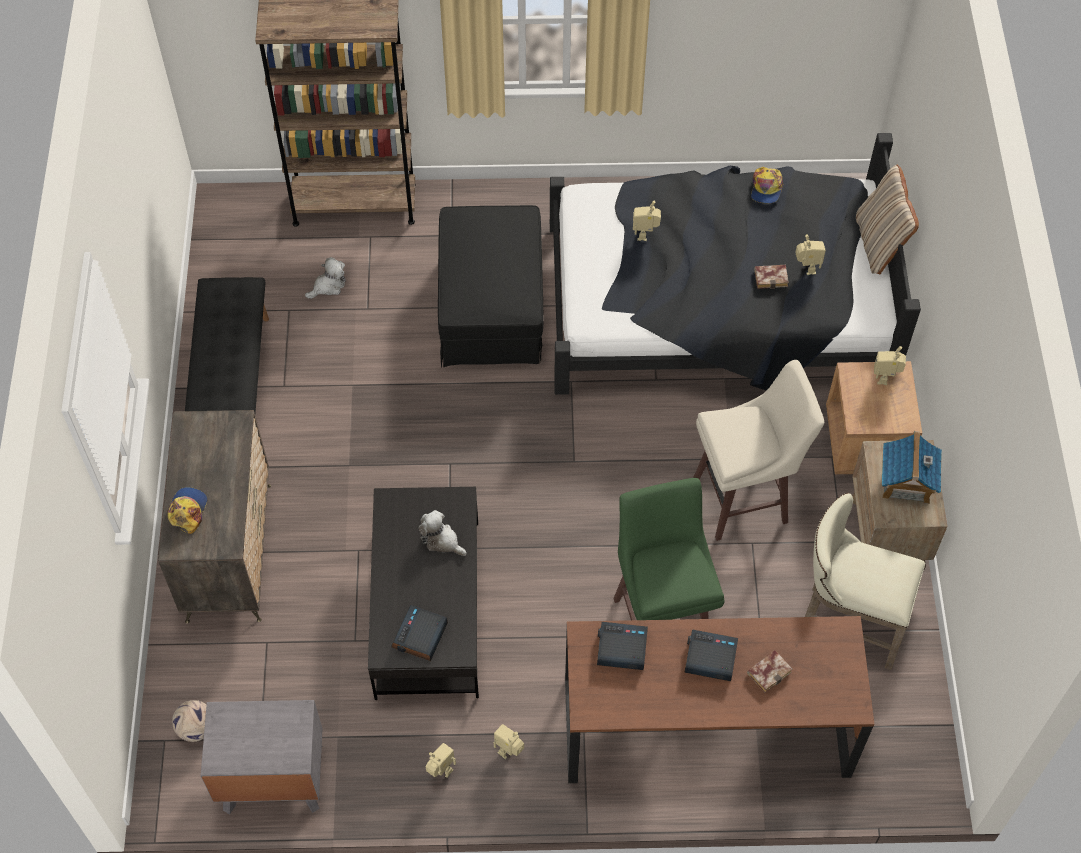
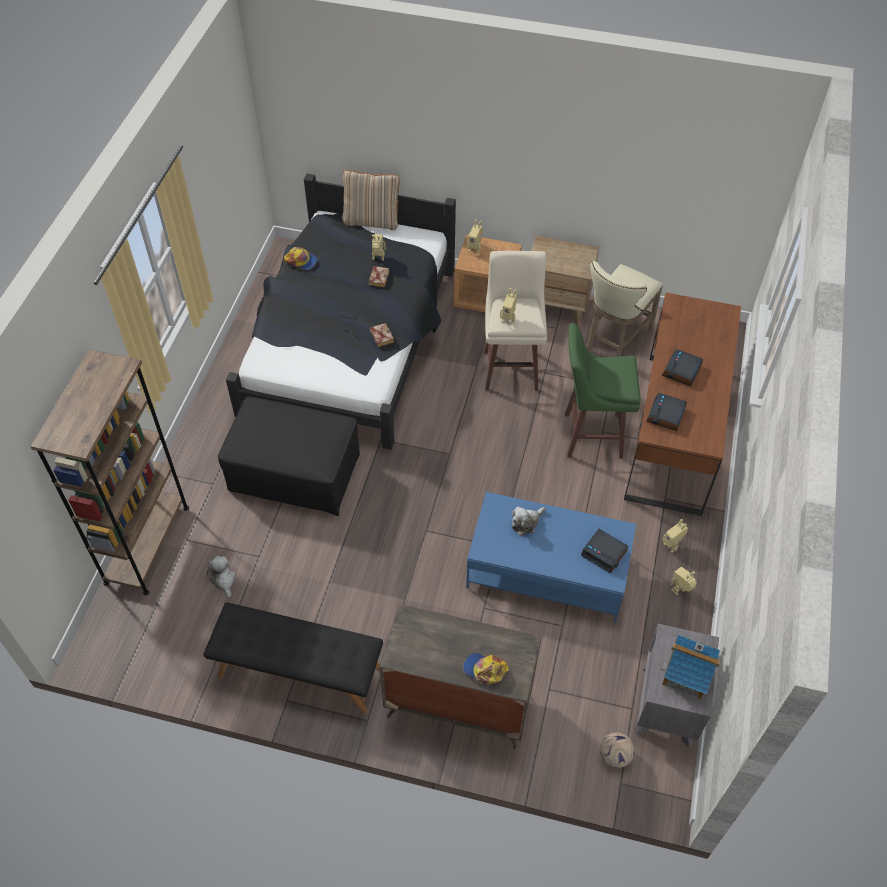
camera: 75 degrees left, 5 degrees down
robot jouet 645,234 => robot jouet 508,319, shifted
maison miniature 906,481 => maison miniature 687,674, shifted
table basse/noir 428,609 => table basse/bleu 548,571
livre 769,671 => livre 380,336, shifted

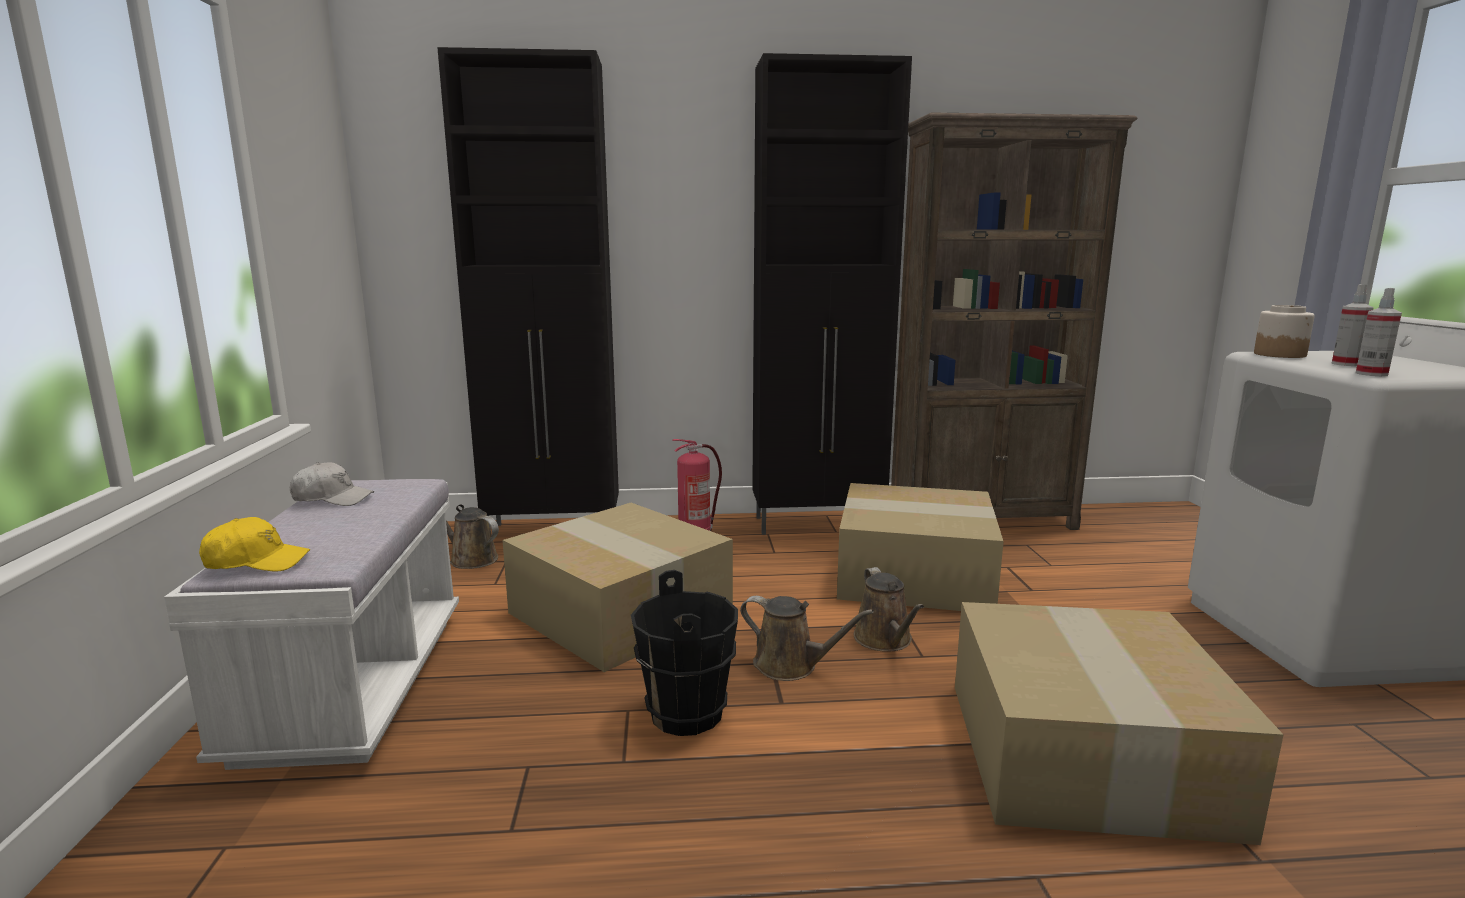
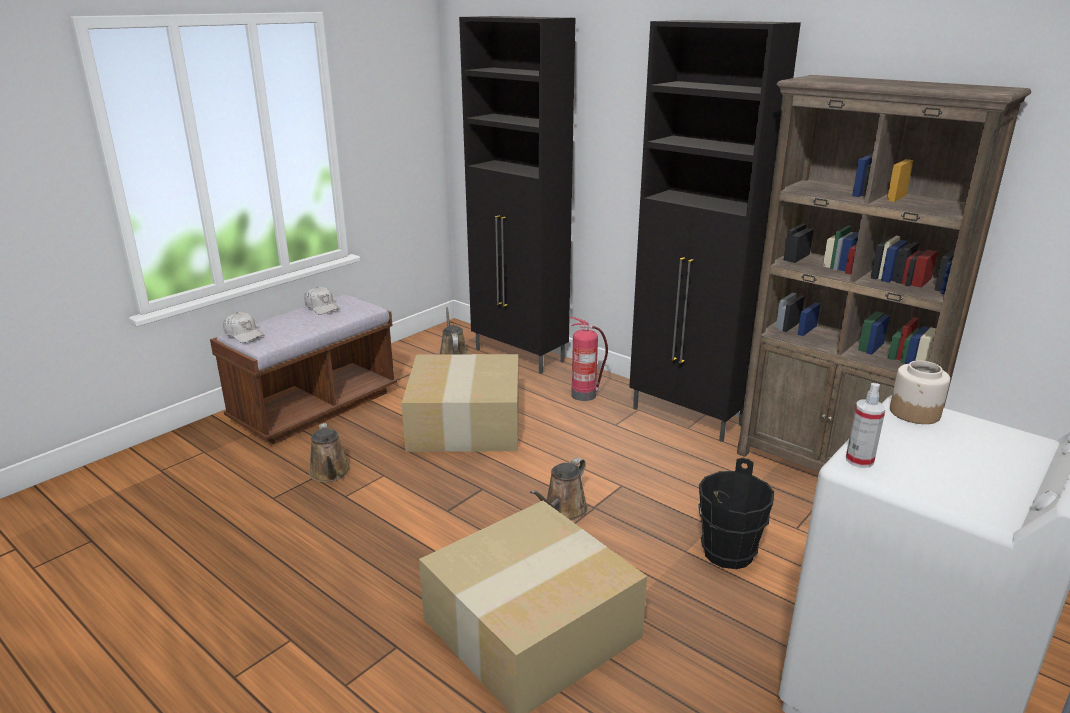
camera: 45 degrees right, 10 degrees up
vaporisateur 1346,364 => nothing
banc/blanc 354,685 => banc/marron 315,407
carton 916,574 => nothing
casquette/jaune 256,562 => casquette/blanc 244,334
seau/noir 687,714 => seau/noir 729,553, shifted
arrosoir/marron 791,666 => arrosoir/marron 330,473, shifted

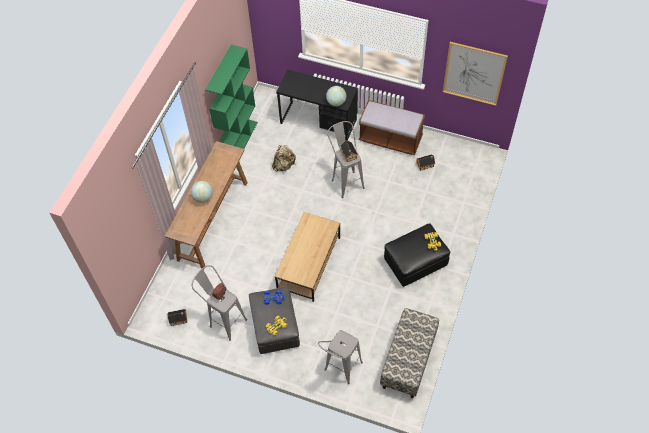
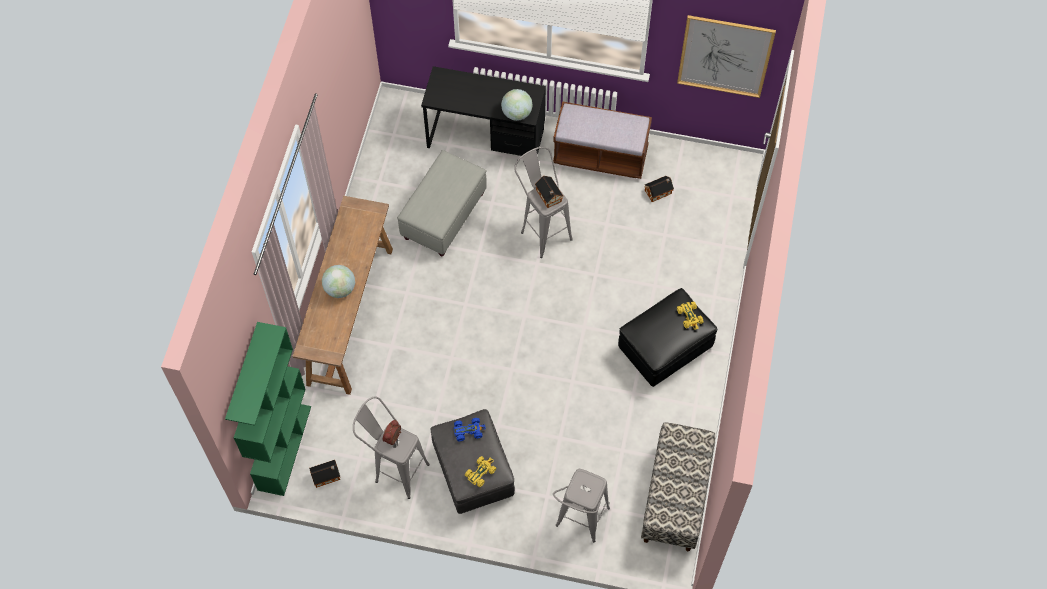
camera: 10 degrees left, 5 degrees up
bibliothèque/vert 239,141 => bibliothèque/vert 284,447, shifted
sac à dos/beige 284,165 => pouf/gris 444,215
table basse/marron 309,263 => nothing

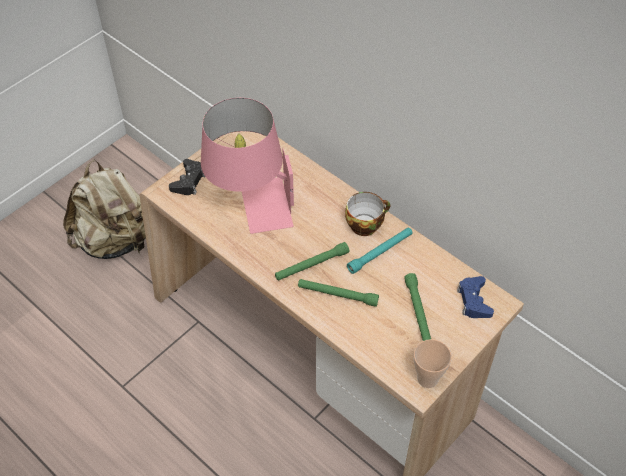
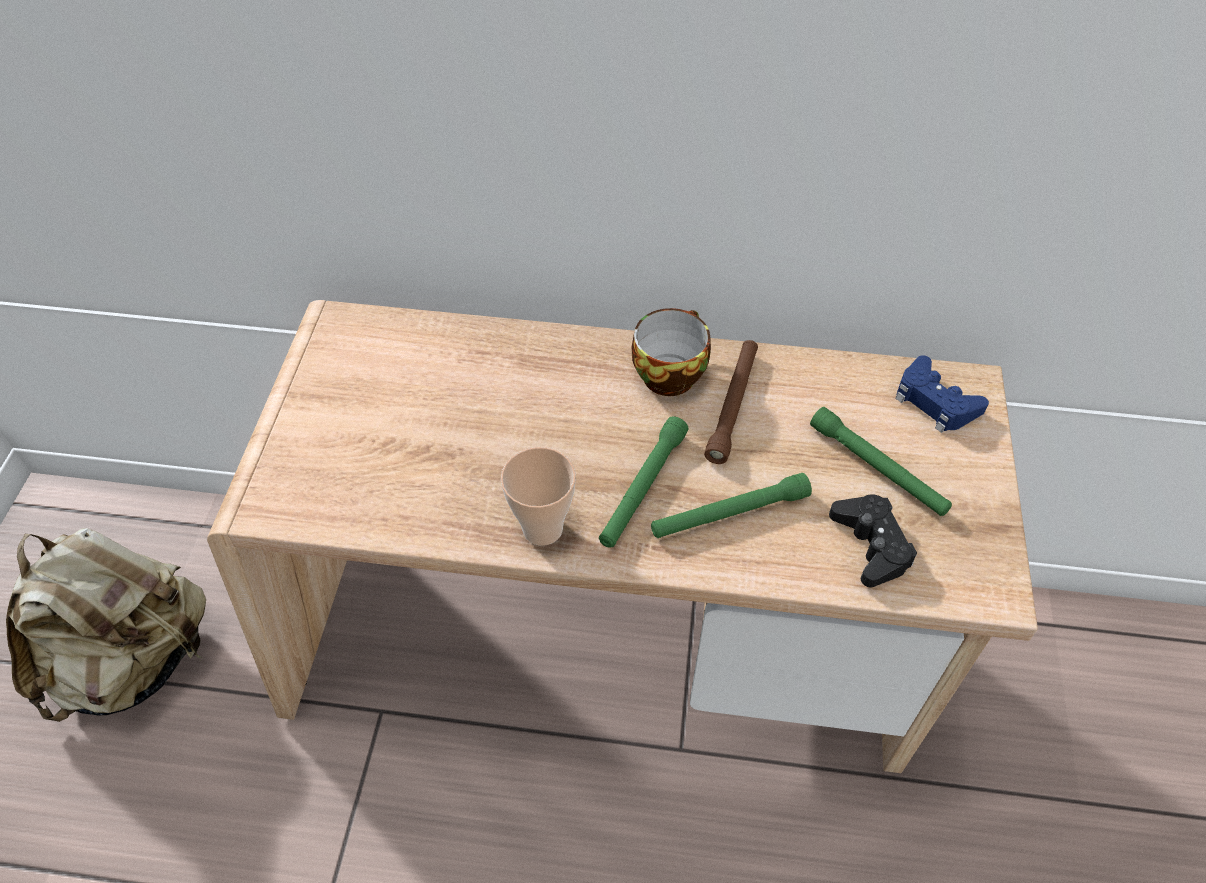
camera: 35 degrees left, 0 degrees up
lampe de table/rose 251,207 => nothing
manette/noir 189,181 => manette/noir 871,545, shifted
lampe de poche/turquoise 380,252 => lampe de poche/marron 732,405
tasse 427,379 => tasse 542,528, shifted

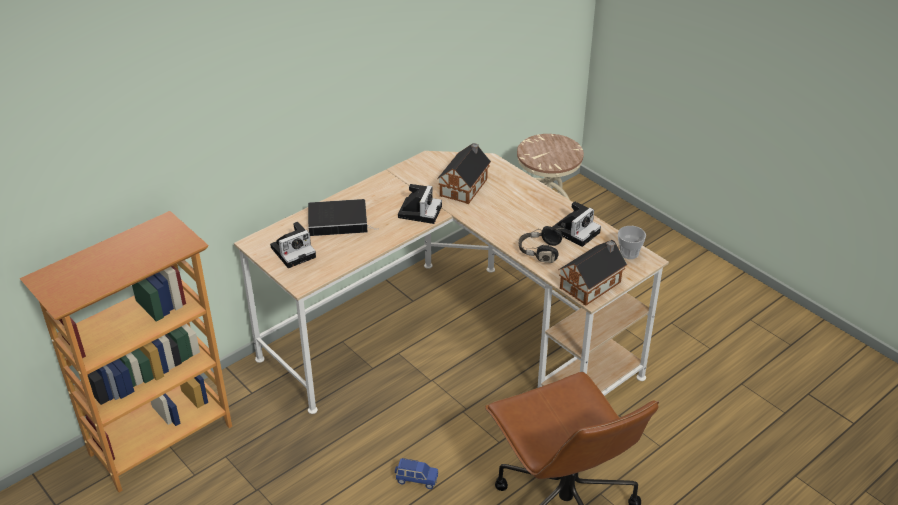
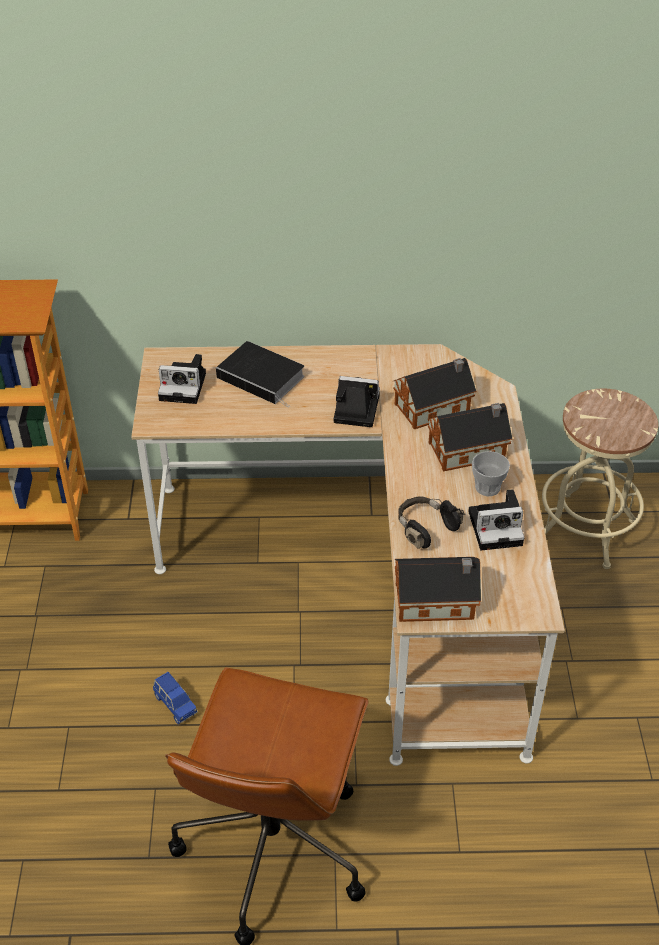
camera: 40 degrees right, 5 degrees up
appareil photo 419,211 => appareil photo 354,409, 135 degrees counterclockwise
tasse 629,253 => tasse 487,487, shifted
nothing => maison miniature 470,450

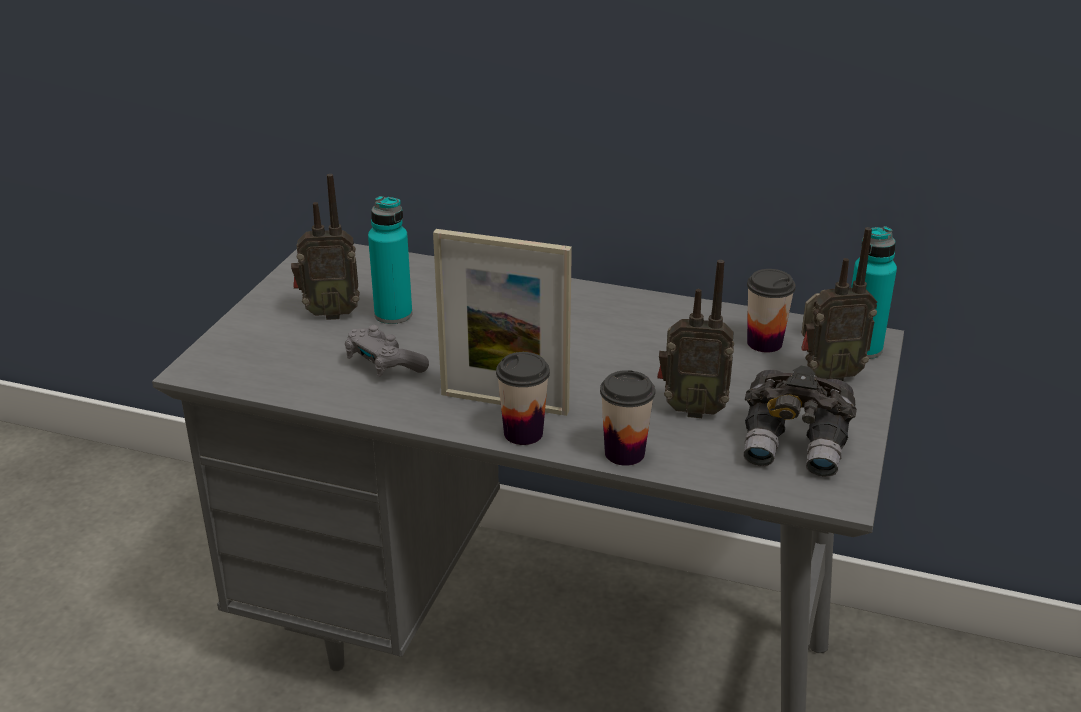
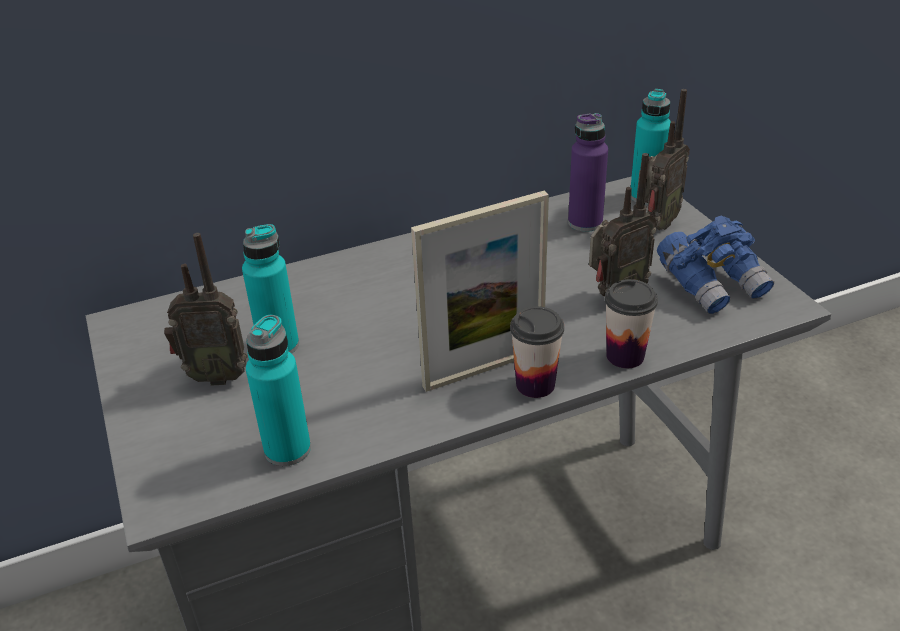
camera: 40 degrees left, 5 degrees up
radio 329,313 => radio 216,376, 45 degrees clockwise
tasse 764,343 => bouteille/violet 585,223
manette/gris 384,365 => nothing
jumelles/gris 795,445 => jumelles/bleu 712,285
nothing => bouteille/turquoise 287,449

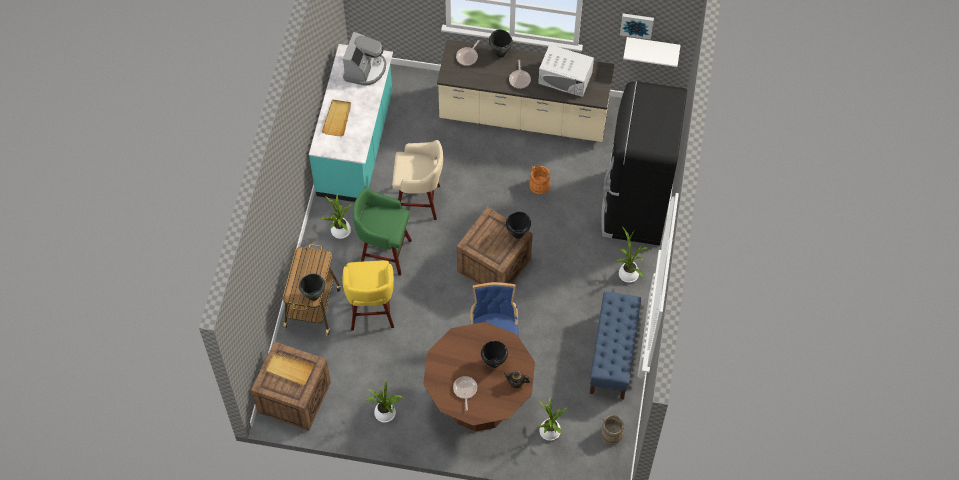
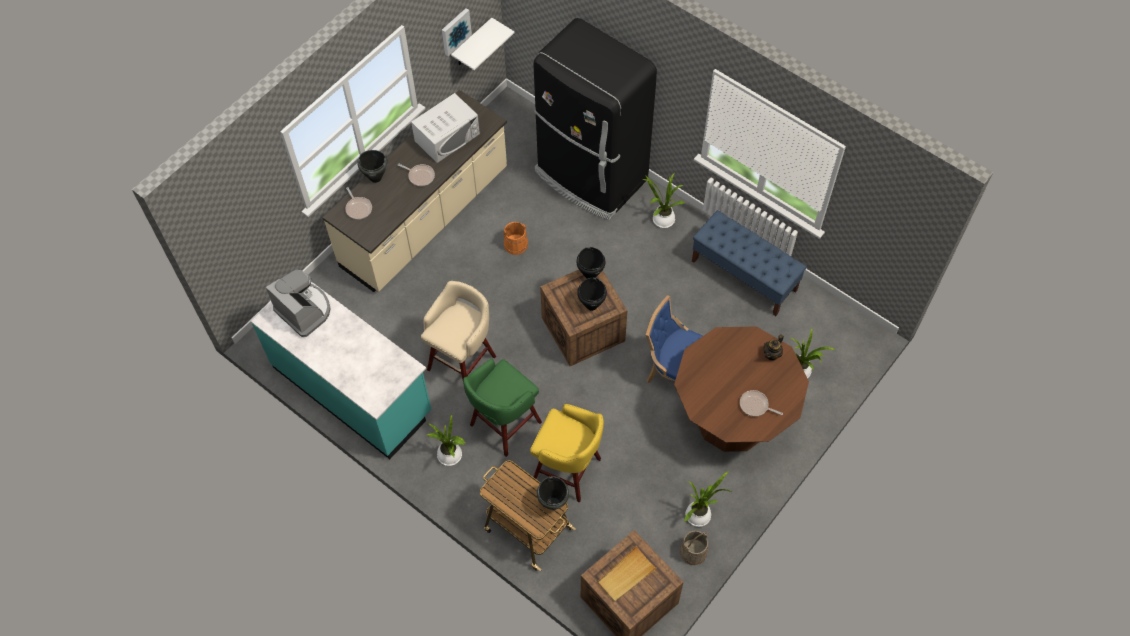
camera: 60 degrees left, 0 degrees up
plateau/beige 337,118 => nothing
marmite/noir 493,363 => marmite/noir 591,305, shifted
seau/beige 611,433 => seau/beige 693,552, shifted

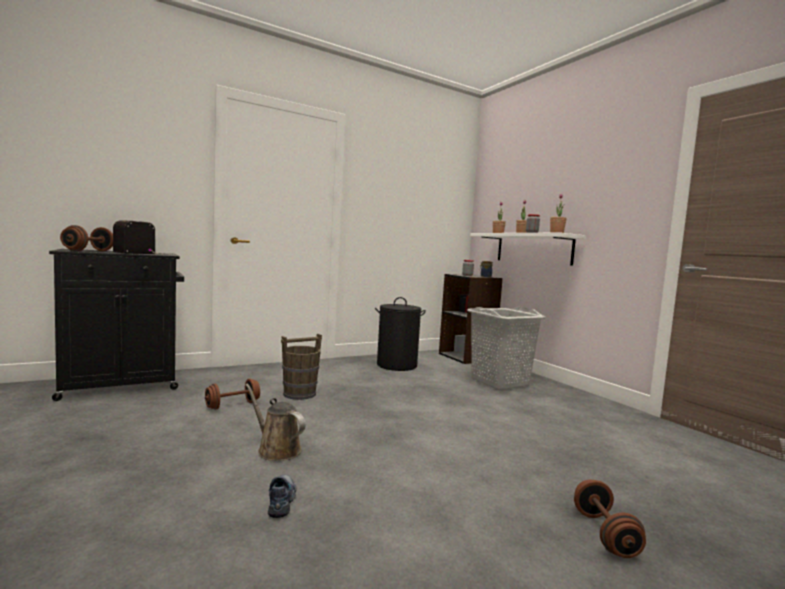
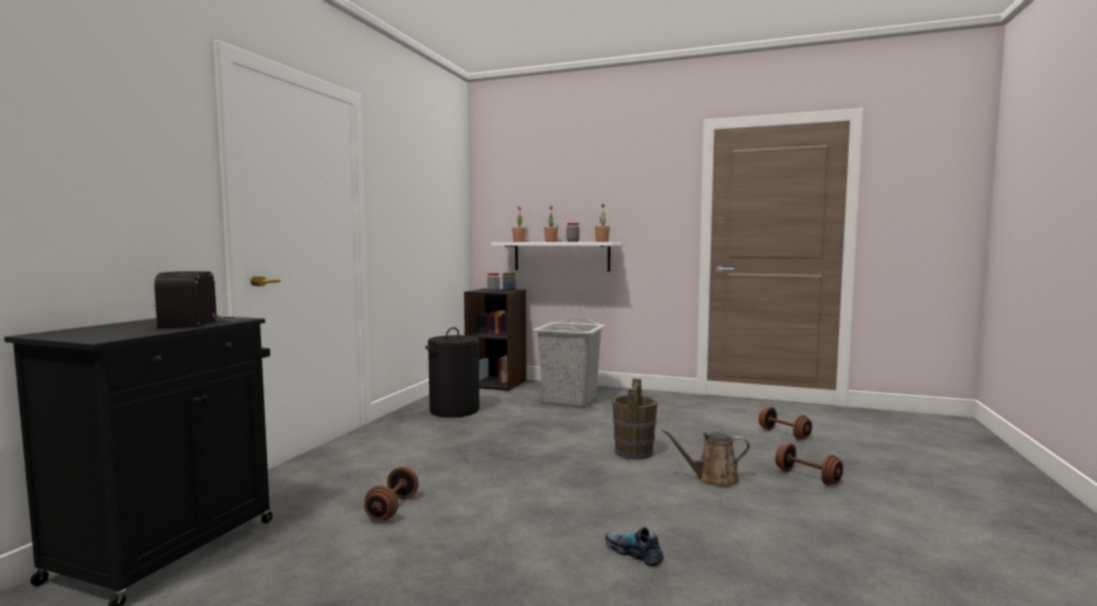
camera: 40 degrees left, 0 degrees up
haltère/marron 89,251 => haltère/marron 784,434, shifted
seau/marron 300,394 => seau/marron 634,452, shifted
arrosoir/marron 276,449 => arrosoir/marron 712,479, shifted

